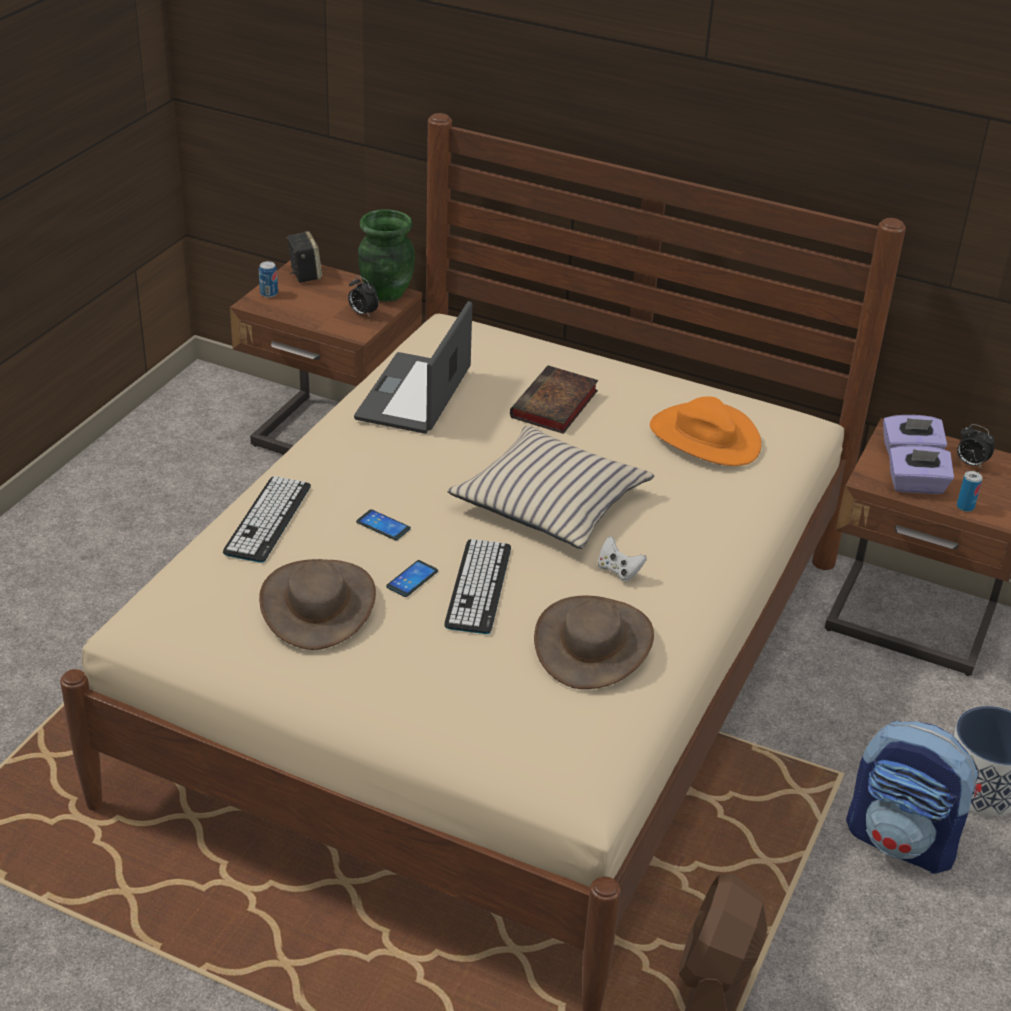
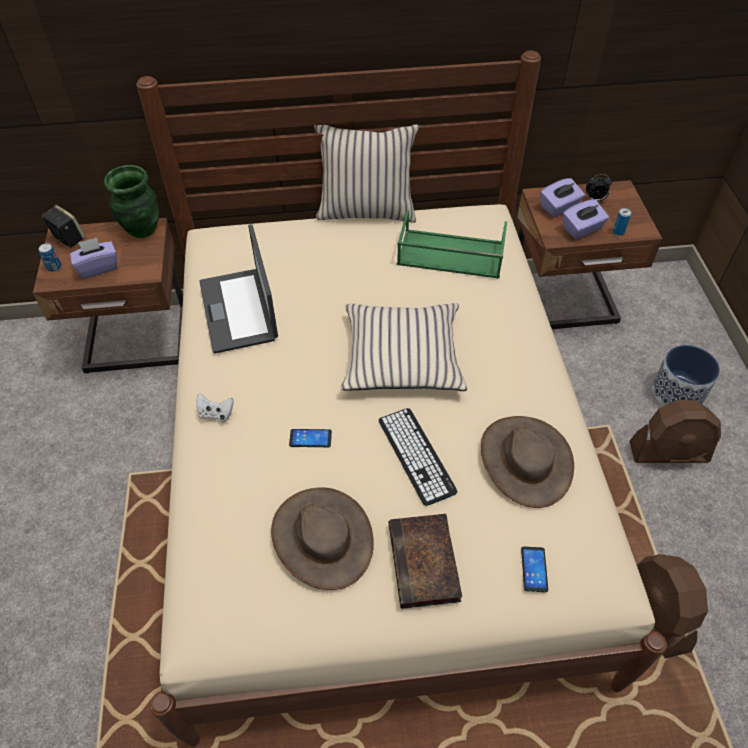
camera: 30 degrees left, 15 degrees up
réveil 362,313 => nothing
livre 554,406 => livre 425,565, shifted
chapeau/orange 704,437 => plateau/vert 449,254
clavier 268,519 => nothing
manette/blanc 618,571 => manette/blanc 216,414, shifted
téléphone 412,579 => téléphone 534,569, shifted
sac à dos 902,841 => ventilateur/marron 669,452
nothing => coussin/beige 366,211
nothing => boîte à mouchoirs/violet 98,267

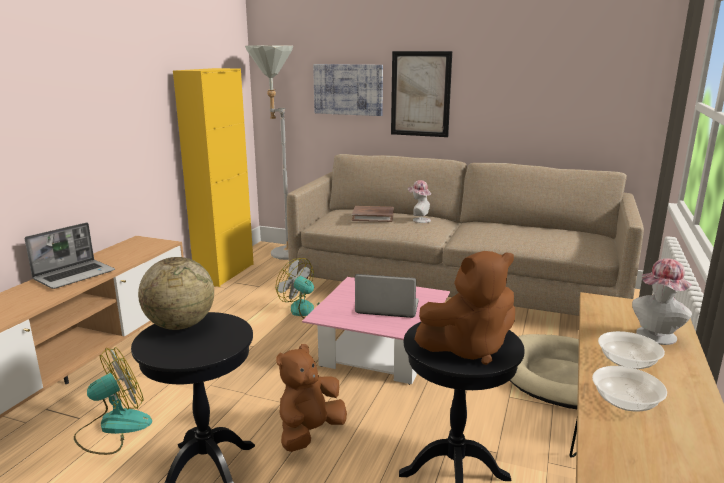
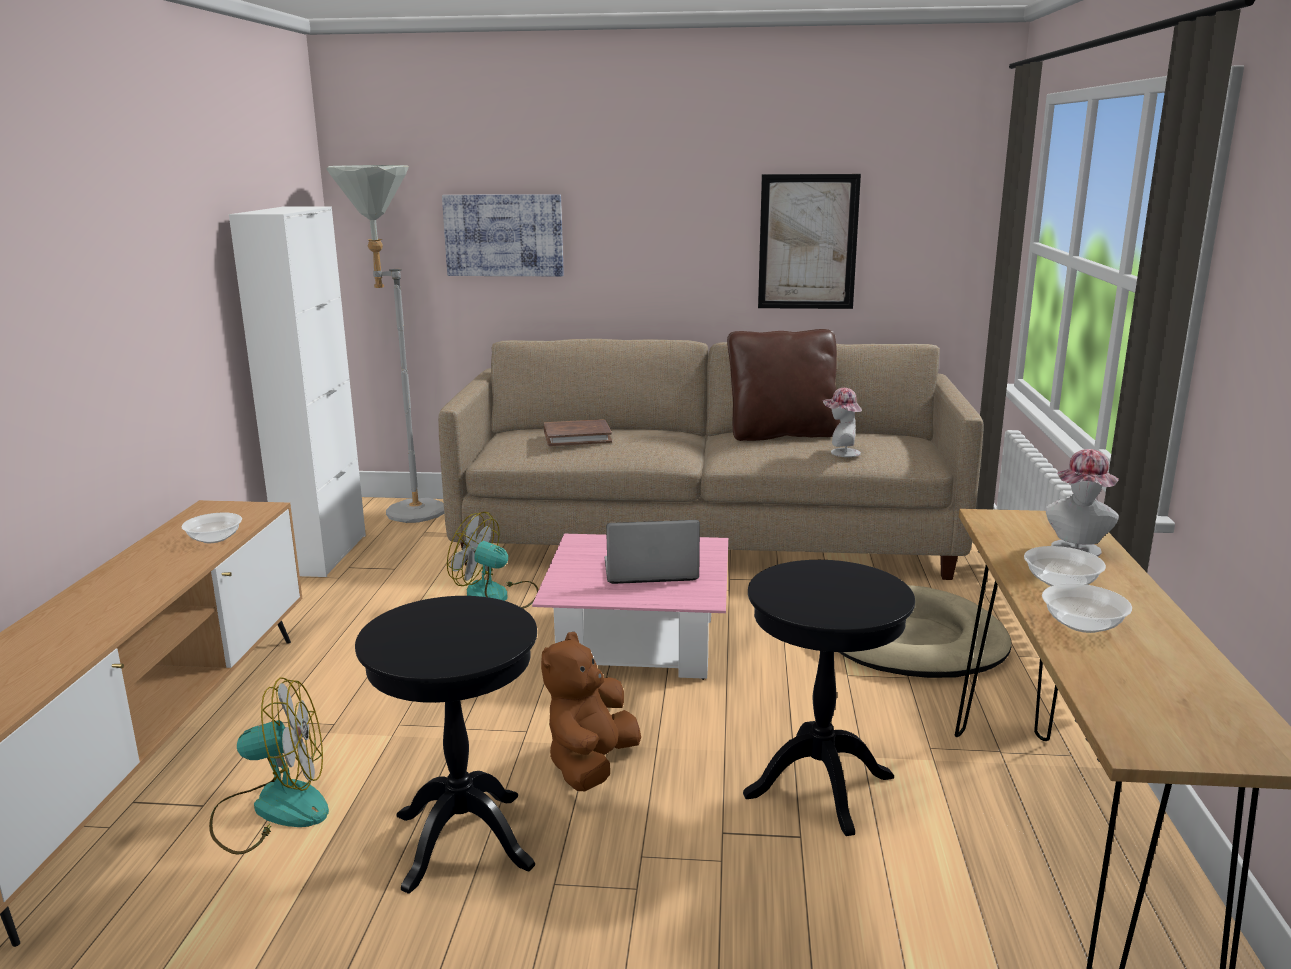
camera: 15 degrees left, 0 degrees up
tableau 420,94 => tableau 808,242, shifted
meuble de rangement/jaune 225,273 => meuble de rangement/blanc 323,554
chapeau 419,220 => chapeau 841,452, shifted
ordinateur portable 75,275 => nothing
peluche/marron 468,348 => nothing
globe 180,325 => nothing
ventilateur 113,428 => ventilateur 272,809, 45 degrees clockwise
nothing => coussin/marron 782,434
nothing => bol 214,538

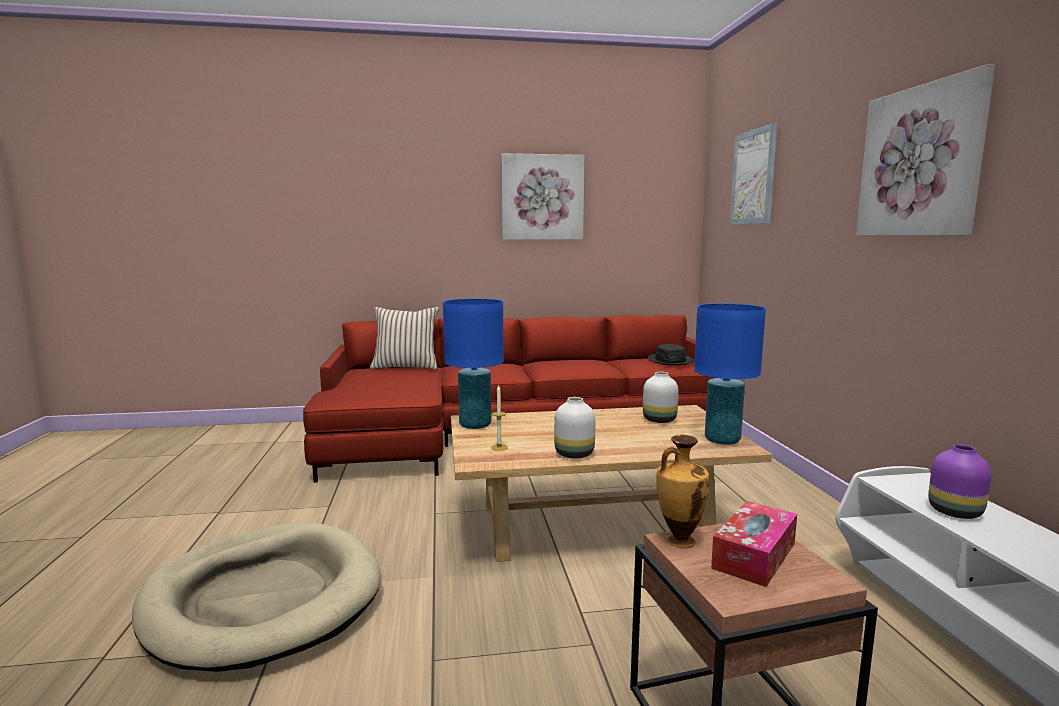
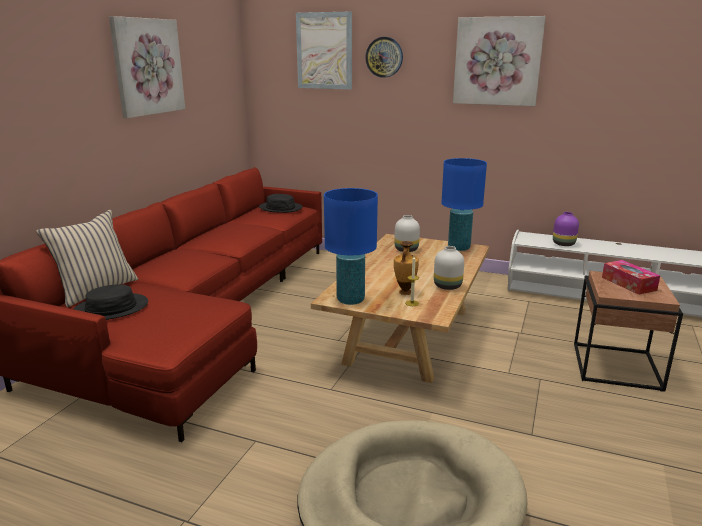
camera: 60 degrees left, 10 degrees up
vase 679,541 => vase 404,292, shifted
nothing => horloge murale 384,57
nothing => chapeau/noir 111,309

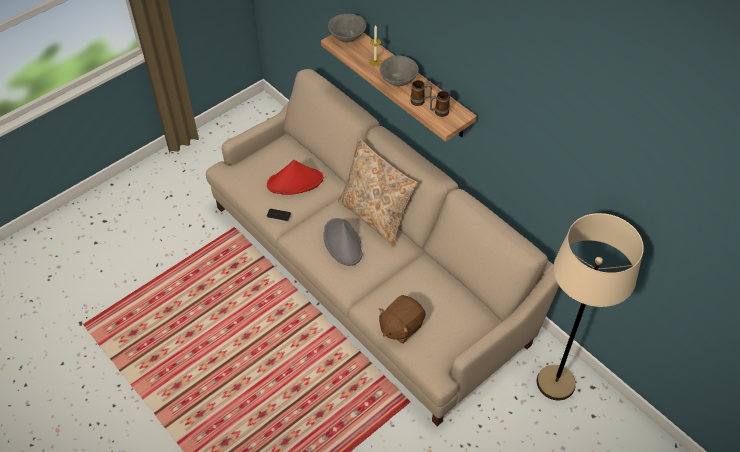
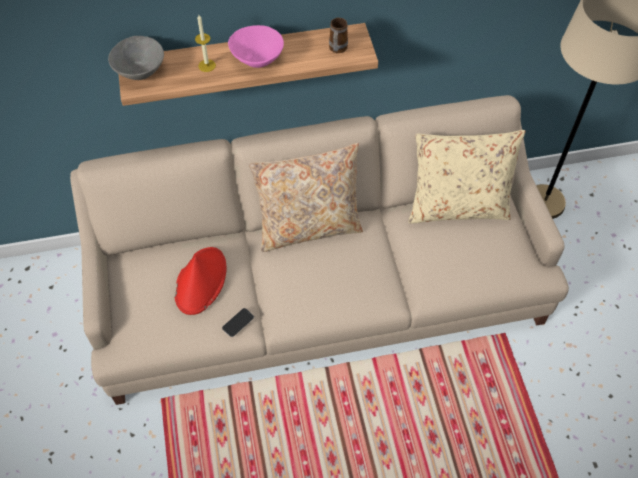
camera: 60 degrees left, 5 degrees up
bol/gris 398,80 => bol/rose 257,60
mug 420,102 => nothing
chapeau/gris 343,242 => nothing
peluche/marron 400,326 => nothing
nothing => coussin/beige 457,206

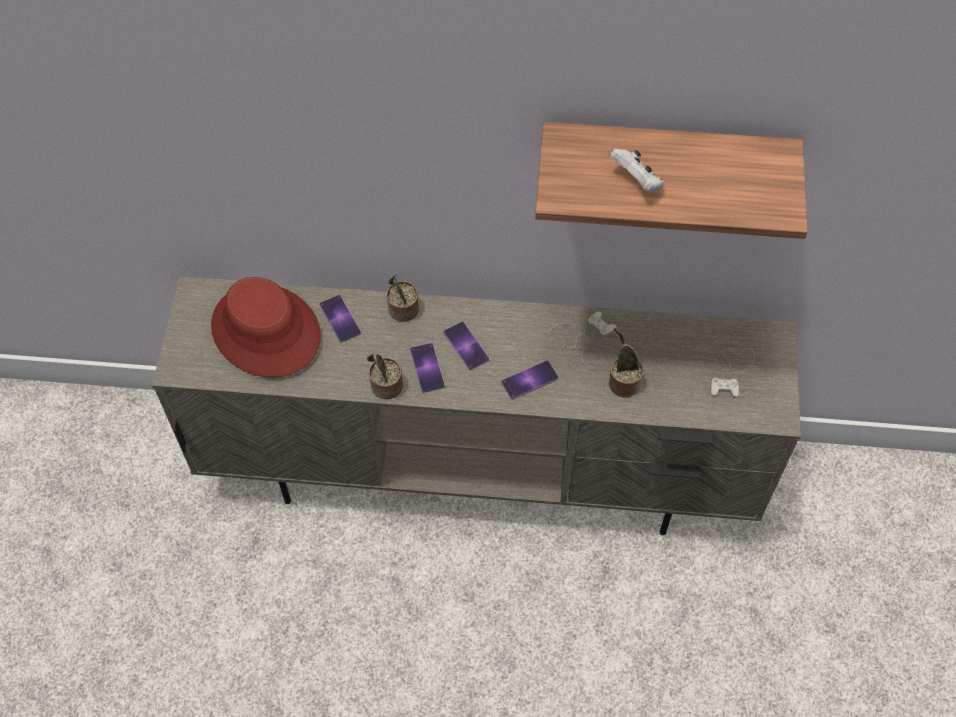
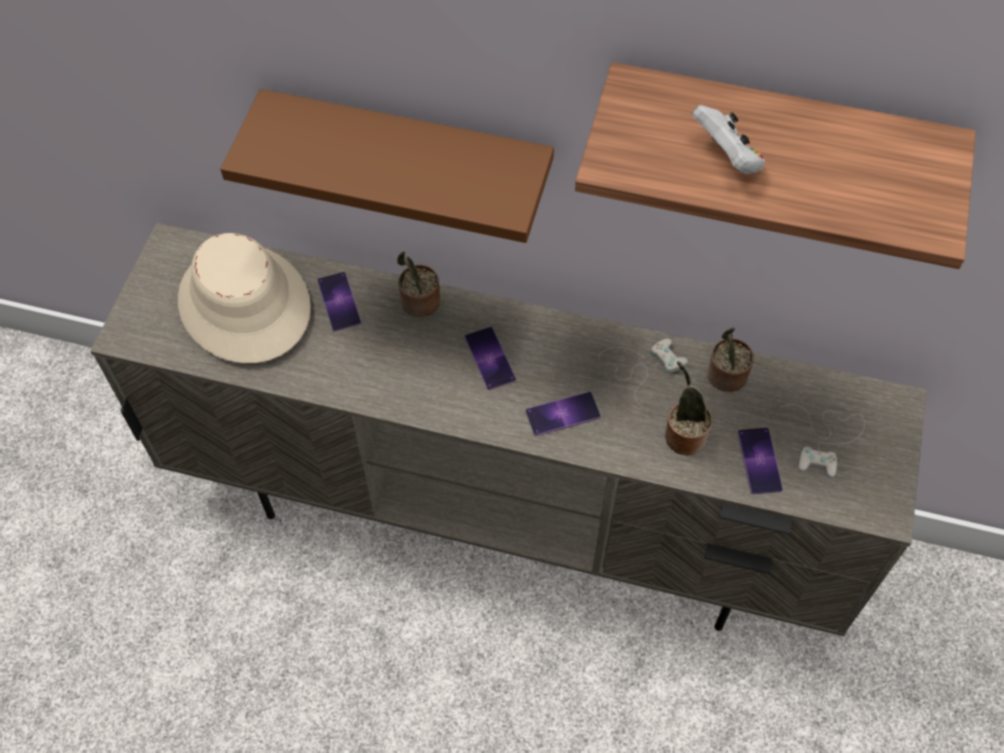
camera: 10 degrees right, 0 degrees up
chapeau/rouge 265,331 => chapeau/beige 244,304
téléphone 427,368 => téléphone 759,461, shifted
plante en pot 385,387 => plante en pot 725,376, shifted
nothing => étagère/marron 408,157

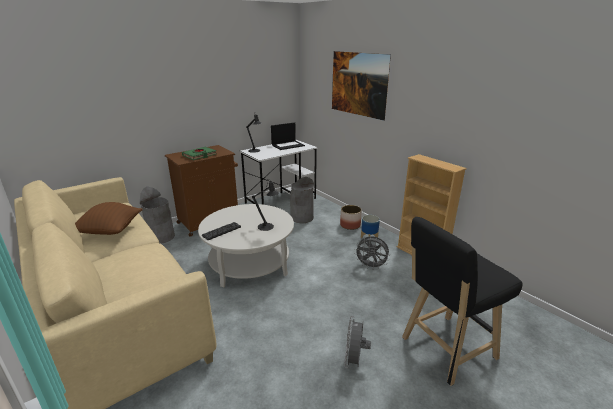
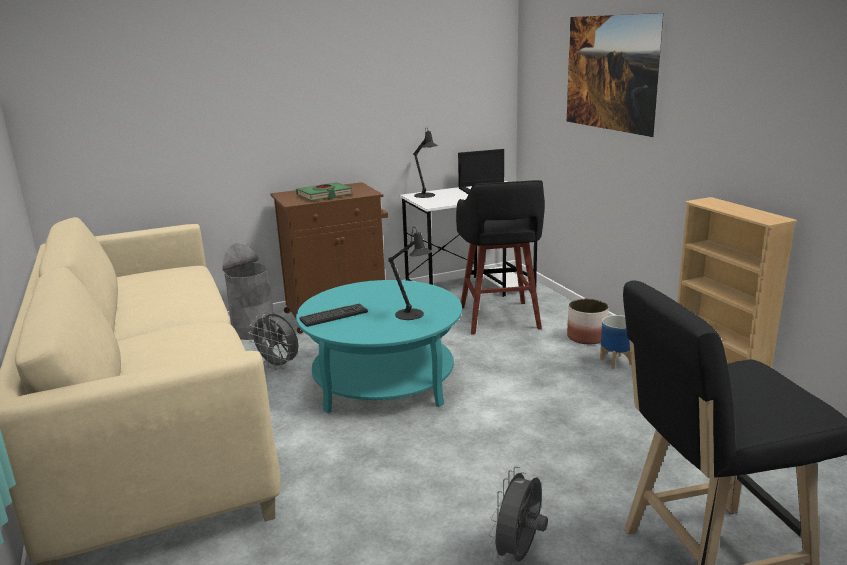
camera: 15 degrees right, 5 degrees down
poubelle/gris 302,218 => tabouret/noir 499,319
coussin/marron 110,231 => nothing
table basse/blanc 249,263 => table basse/turquoise 383,381
ventilateur/gris 371,266 => ventilateur/gris 279,365, shifted

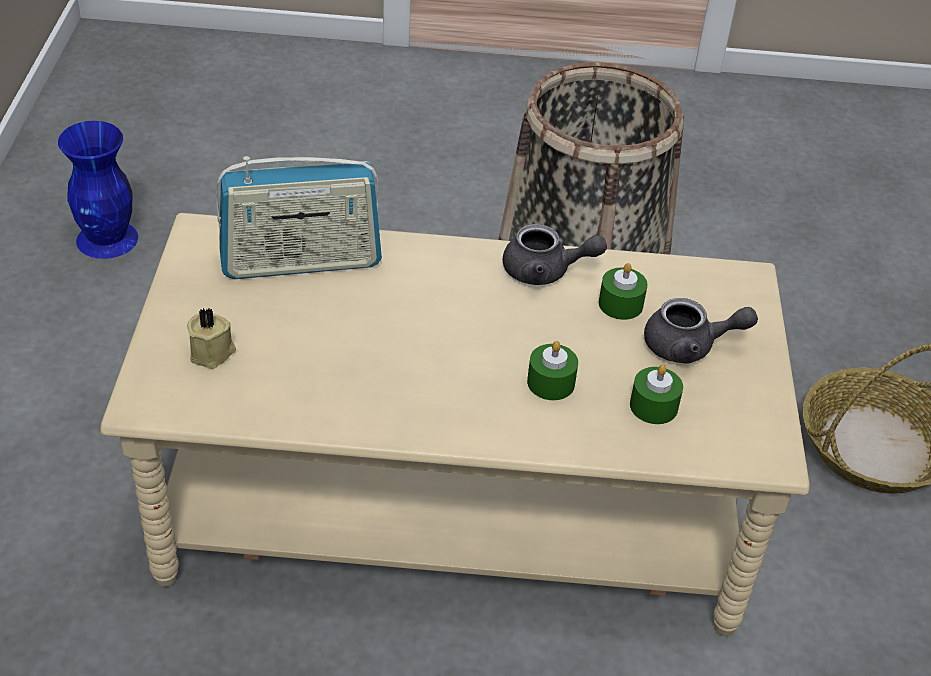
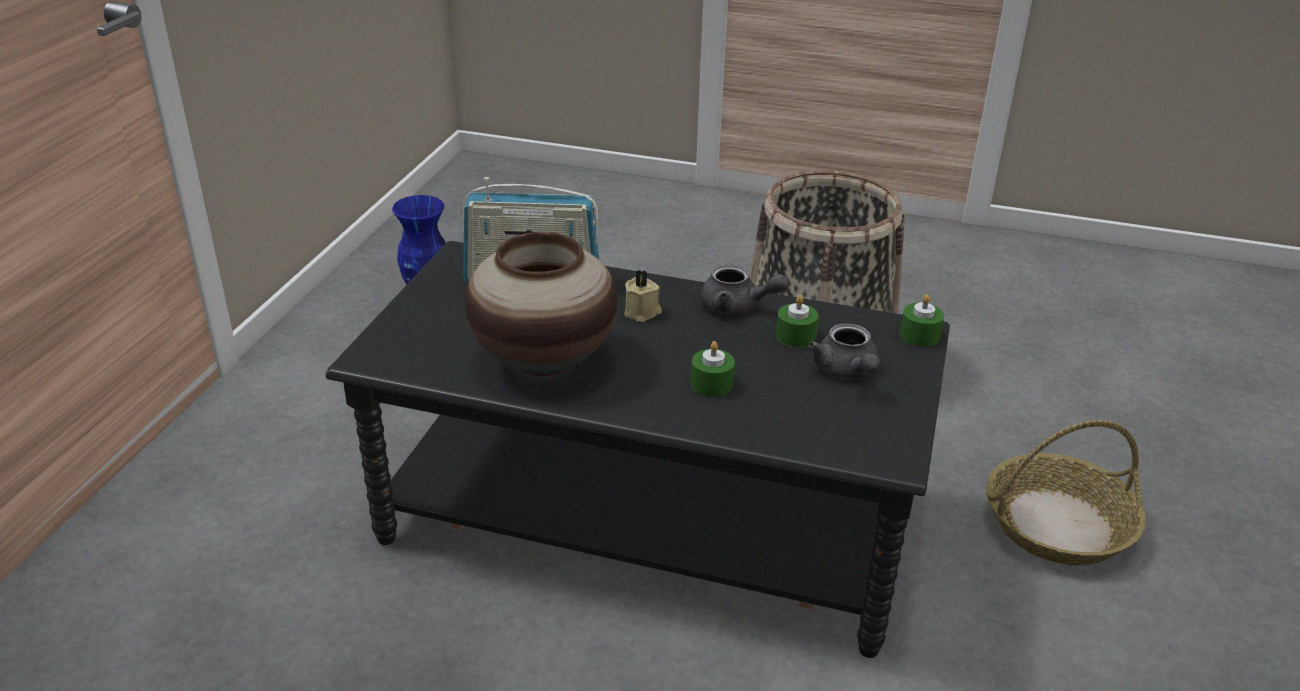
camera: 15 degrees right, 10 degrees down
table basse/beige 454,509 => table basse/noir 648,522
théière/gris 689,346 => théière/gris 847,372, 60 degrees clockwise
bougie/beige 213,353 => bougie/beige 643,312, shifted
bougie/vert 653,406 => bougie/vert 919,335, shifted
nothing => vase 543,361

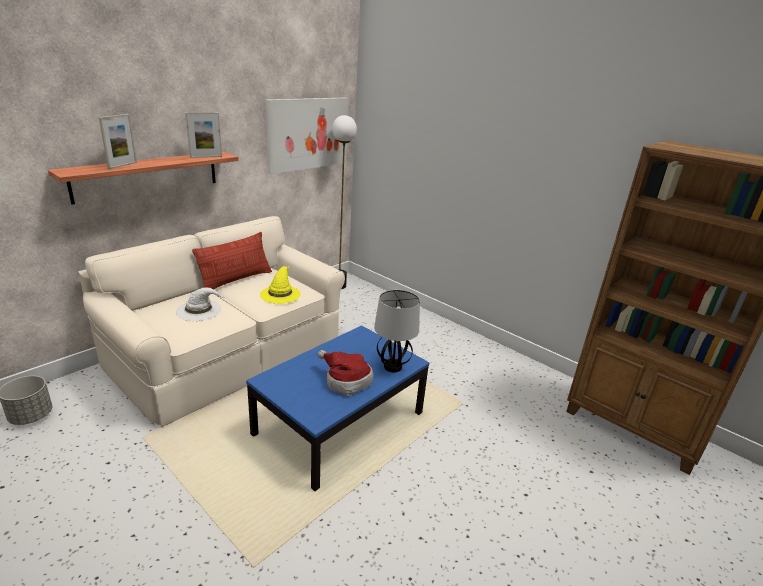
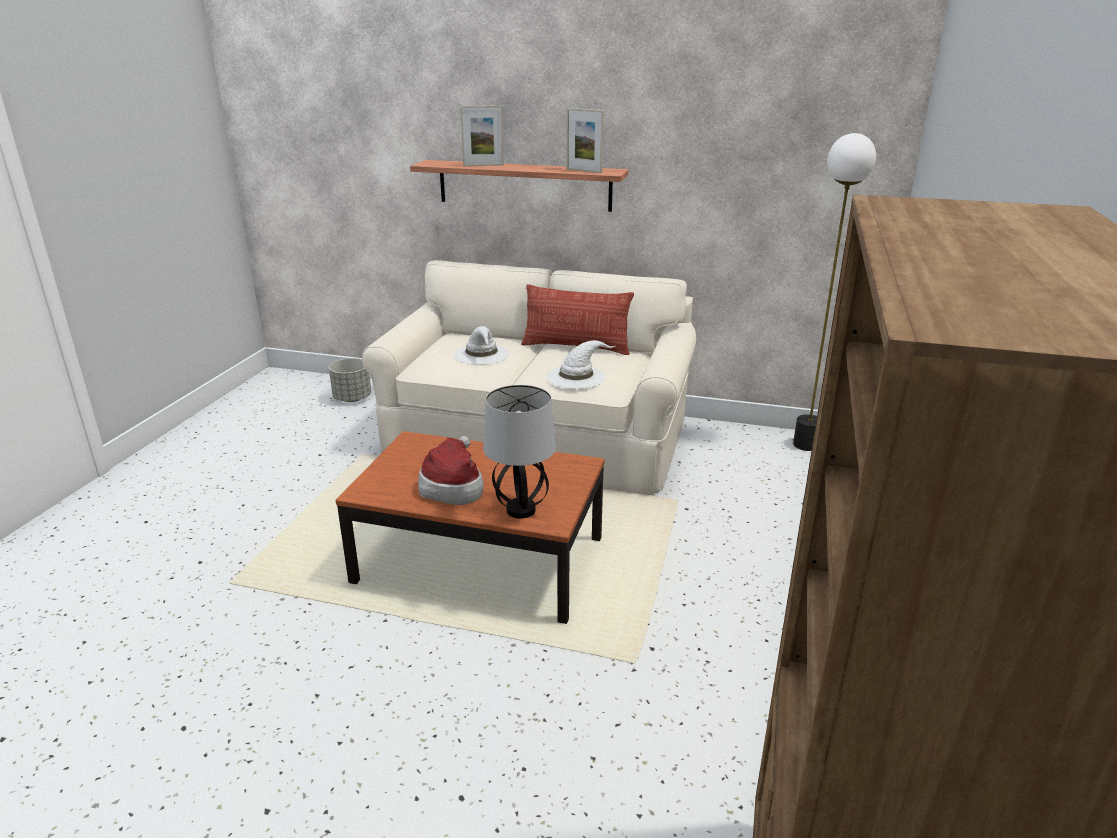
camera: 65 degrees right, 0 degrees up
tableau 308,134 => nothing
chapeau/jaune 280,294 => chapeau/blanc 576,376
table basse/bleu 340,423 => table basse/marron 481,559

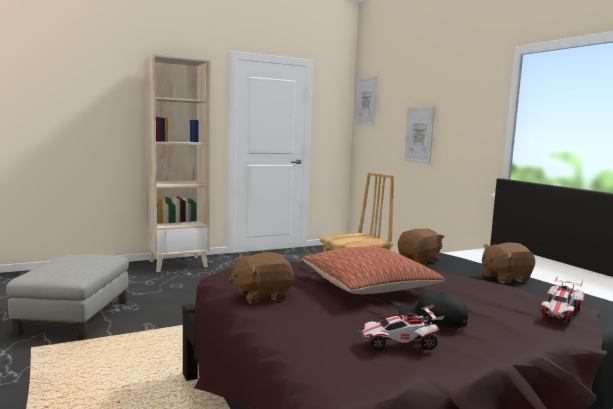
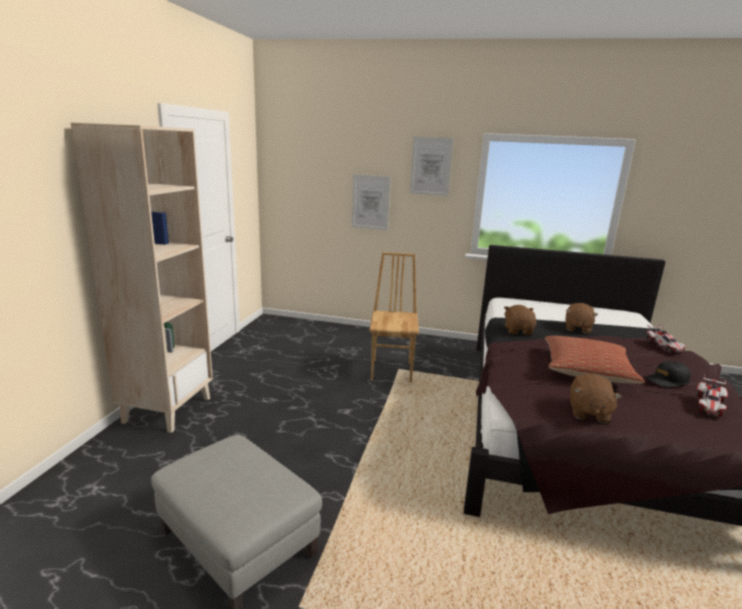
camera: 50 degrees left, 10 degrees up
tableau 366,101 => tableau 431,166, shifted

